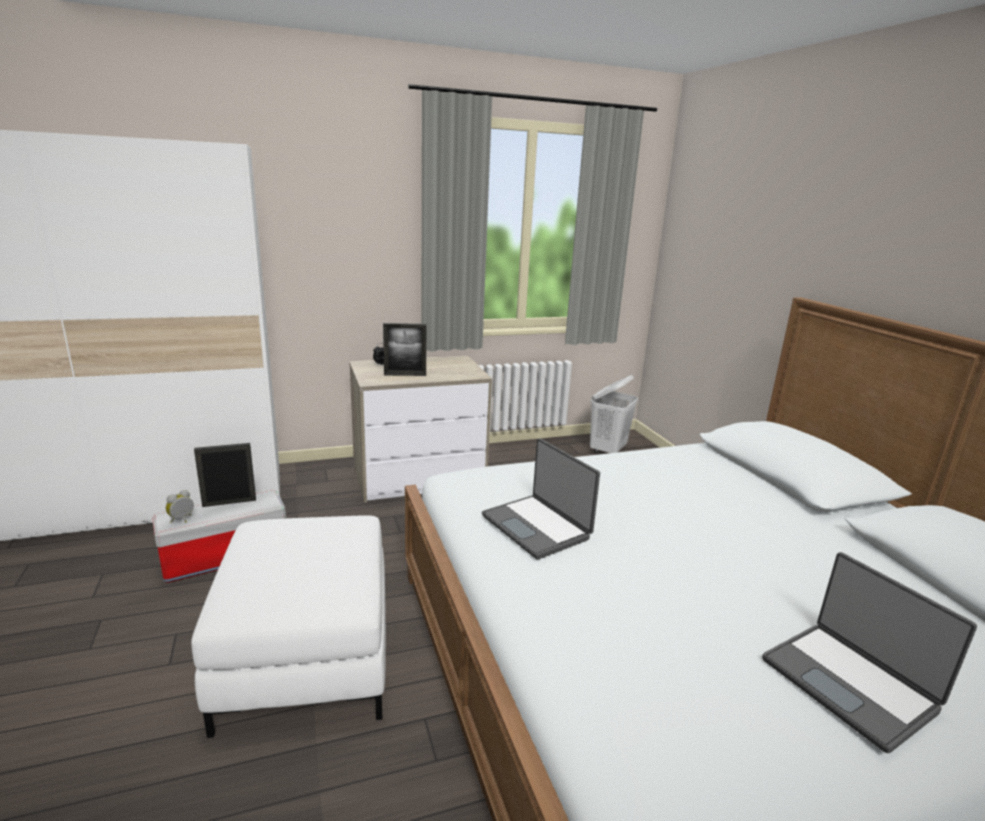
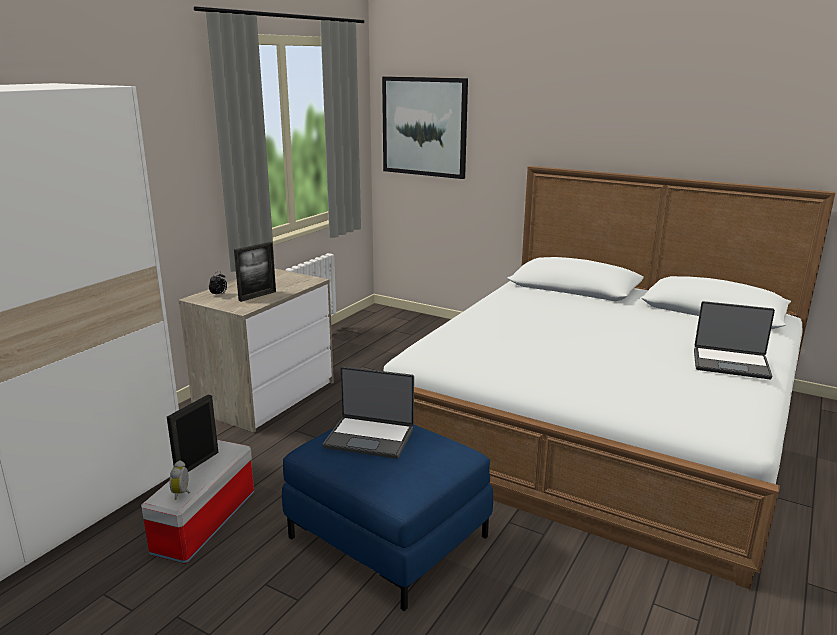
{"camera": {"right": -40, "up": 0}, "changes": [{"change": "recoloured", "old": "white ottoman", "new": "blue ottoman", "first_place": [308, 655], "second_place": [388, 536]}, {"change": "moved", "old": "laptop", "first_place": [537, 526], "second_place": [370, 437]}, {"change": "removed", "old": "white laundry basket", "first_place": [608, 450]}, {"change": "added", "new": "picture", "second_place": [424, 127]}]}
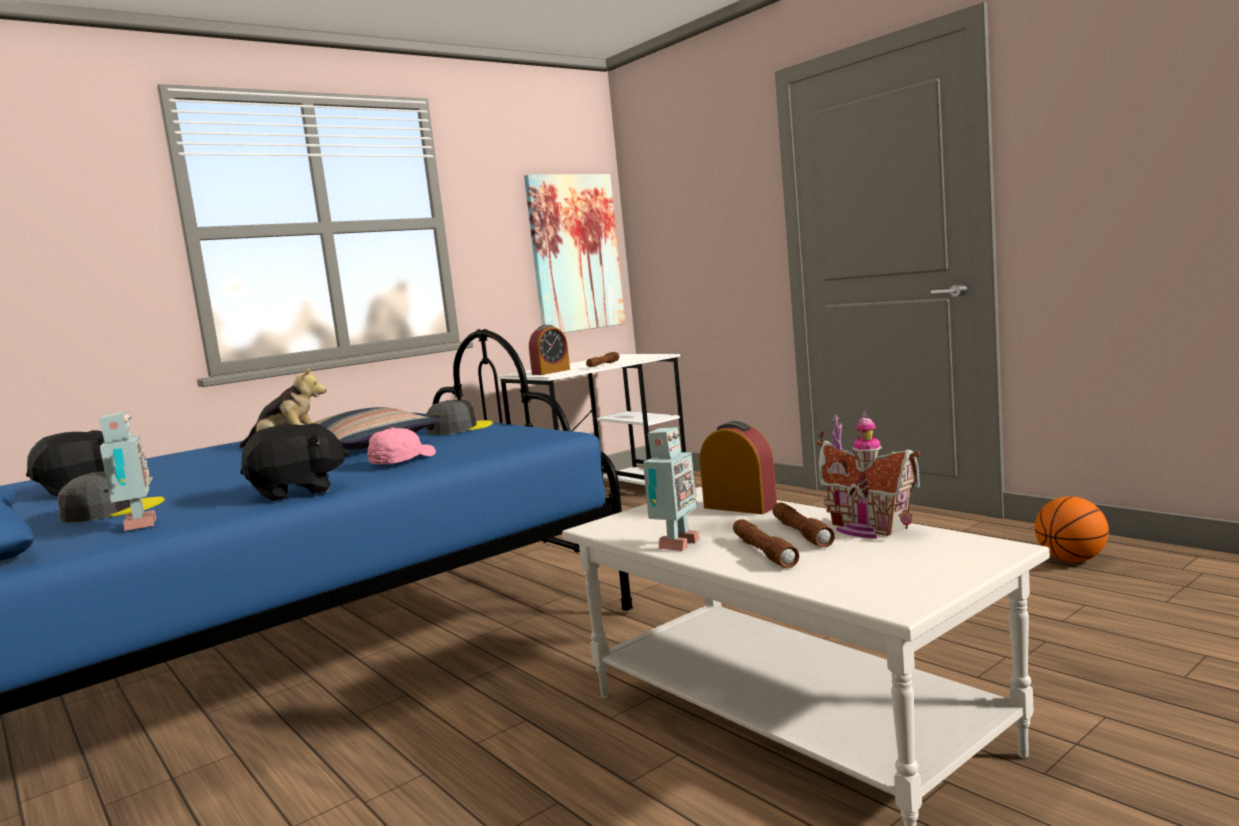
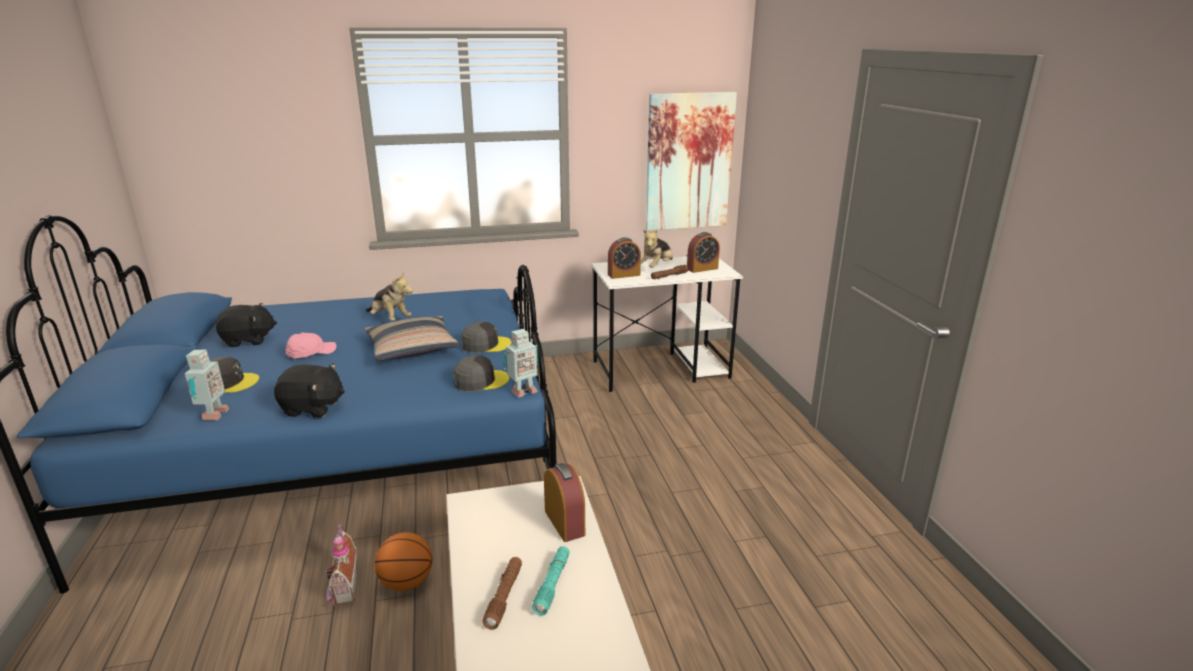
{"camera": {"right": 25, "up": 15}, "changes": [{"change": "moved", "old": "pink cap", "first_place": [401, 461], "second_place": [311, 353]}, {"change": "moved", "old": "toy robot", "first_place": [675, 545], "second_place": [522, 391]}, {"change": "recoloured", "old": "brown flashlight", "new": "turquoise flashlight", "first_place": [801, 533], "second_place": [552, 584]}, {"change": "moved", "old": "toy house", "first_place": [866, 529], "second_place": [342, 589]}, {"change": "moved", "old": "basketball", "first_place": [1071, 560], "second_place": [406, 582]}, {"change": "added", "new": "grey cap", "second_place": [480, 380]}, {"change": "added", "new": "plush toy", "second_place": [656, 267]}, {"change": "added", "new": "alarm clock", "second_place": [702, 269]}]}
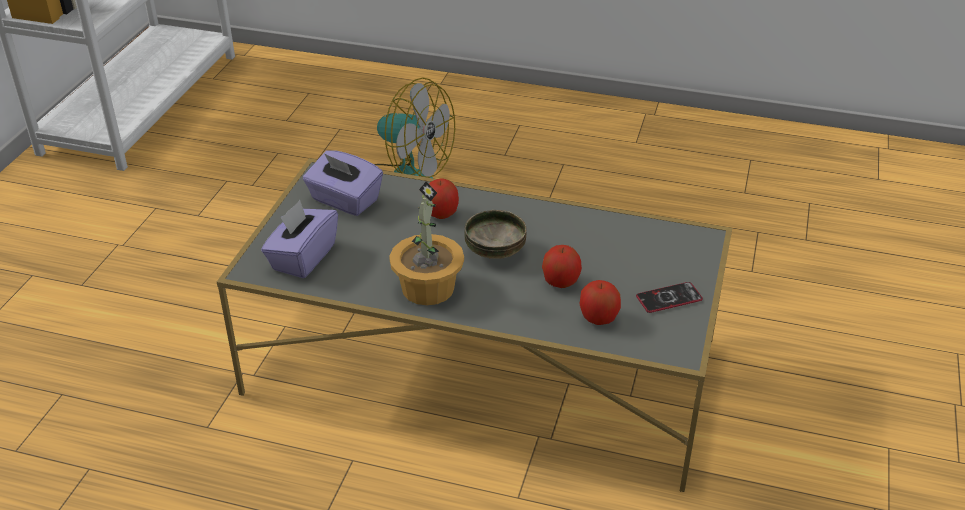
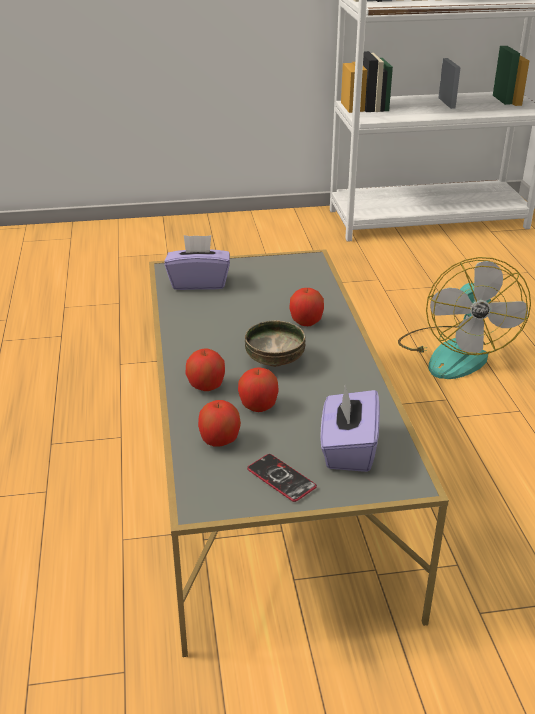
{"camera": {"right": 65, "up": -5}, "changes": [{"change": "moved", "old": "purple tissue box", "first_place": [344, 201], "second_place": [348, 449]}, {"change": "removed", "old": "potted plant", "first_place": [427, 288]}, {"change": "added", "new": "apple", "second_place": [206, 386]}]}
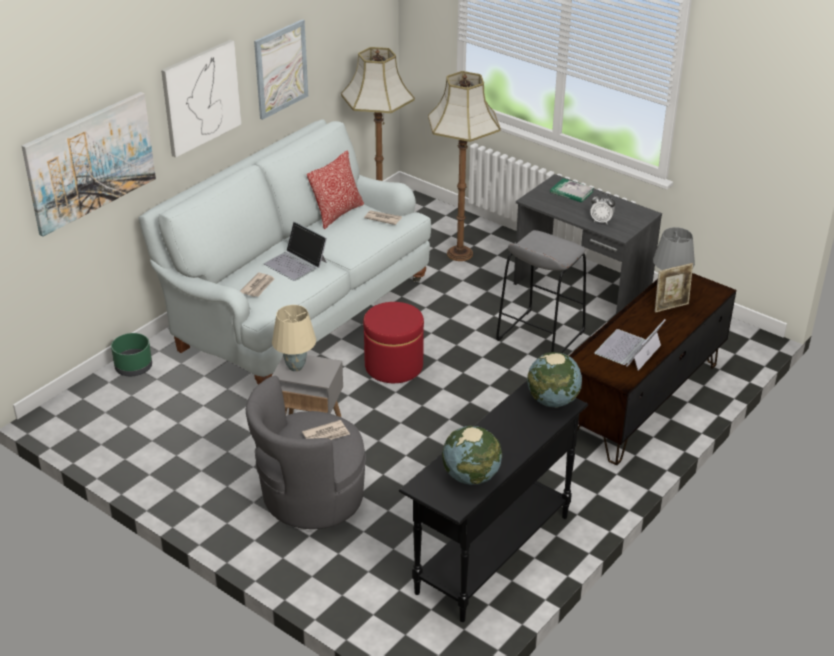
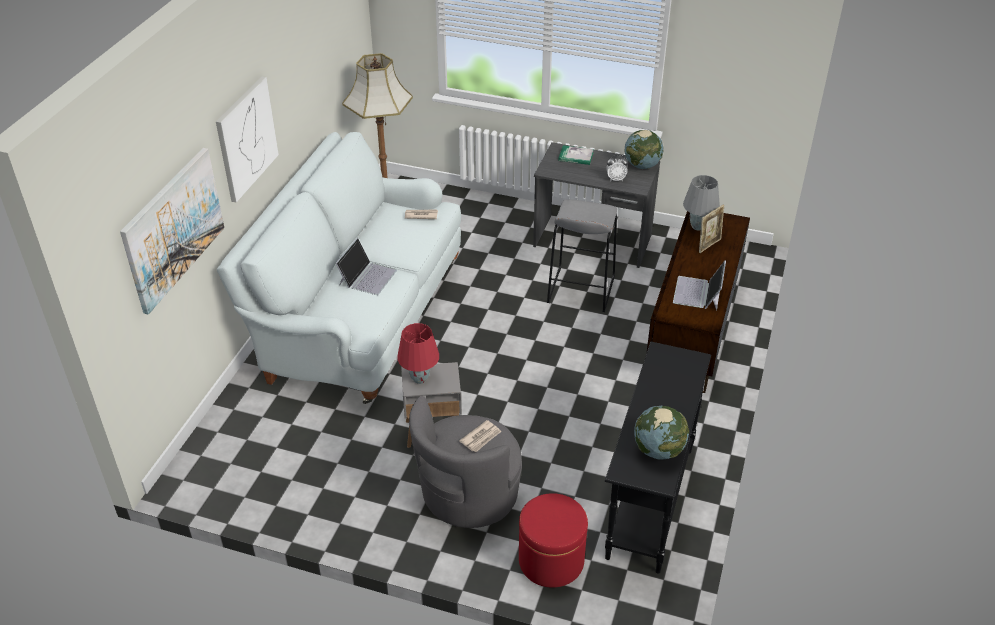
{"camera": {"right": -20, "up": 5}, "changes": [{"change": "removed", "old": "green planter", "first_place": [134, 367]}, {"change": "removed", "old": "newspaper", "first_place": [258, 286]}, {"change": "removed", "old": "picture", "first_place": [281, 69]}, {"change": "turned", "old": "laptop", "first_place": [296, 263], "second_place": [367, 277], "degrees": -90}, {"change": "recoloured", "old": "beige table lamp", "new": "red table lamp", "first_place": [295, 367], "second_place": [419, 379]}, {"change": "removed", "old": "pillow", "first_place": [337, 214]}, {"change": "moved", "old": "red ottoman", "first_place": [394, 366], "second_place": [551, 561]}, {"change": "removed", "old": "floor lamp", "first_place": [460, 254]}, {"change": "moved", "old": "globe", "first_place": [552, 401], "second_place": [642, 165]}]}
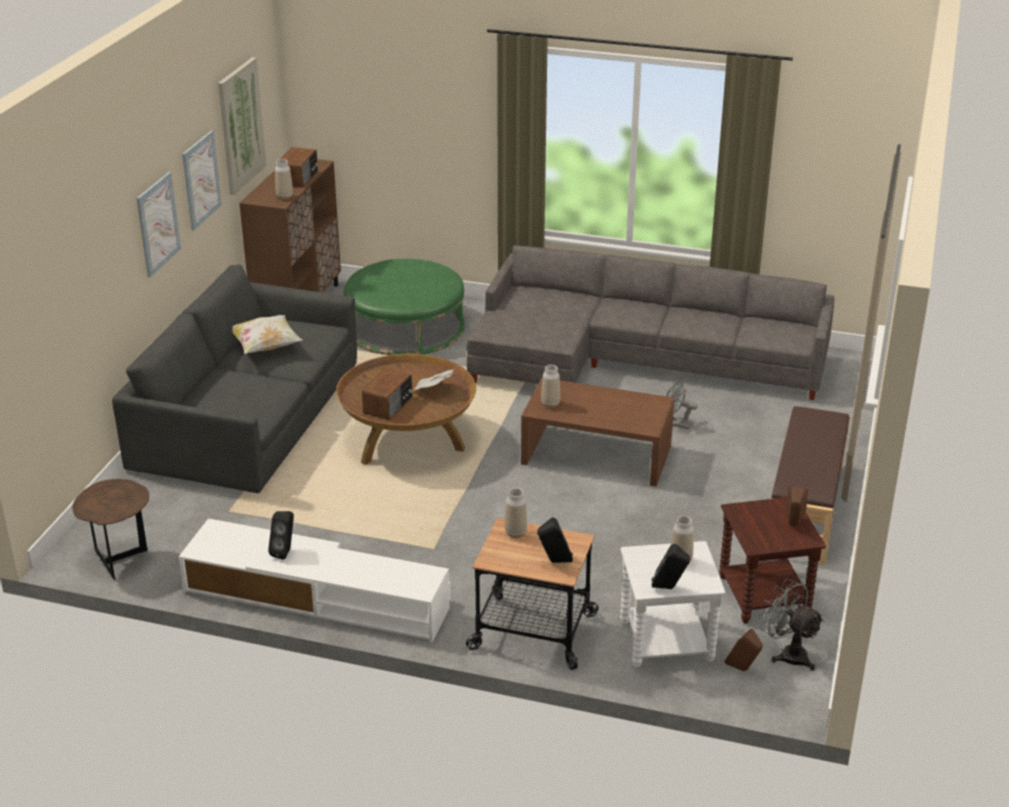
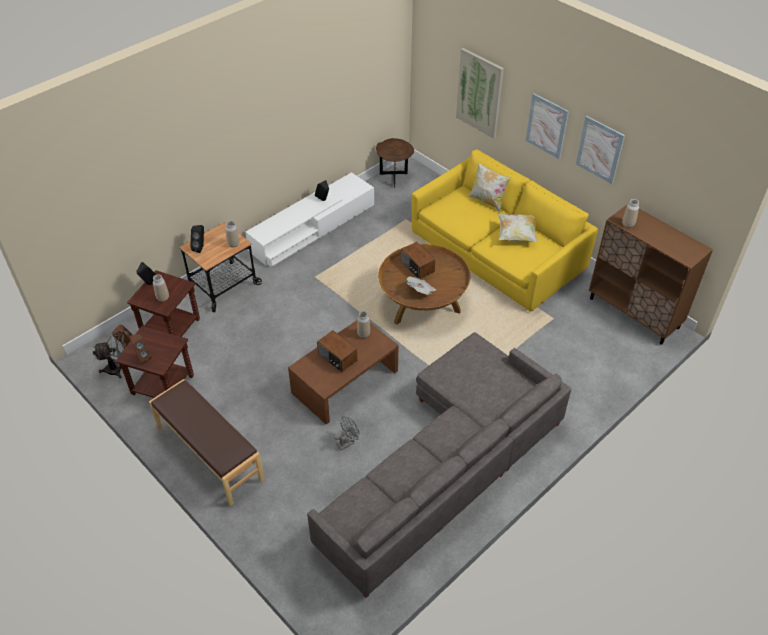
{"camera": {"right": 120, "up": 15}, "changes": [{"change": "recoloured", "old": "grey sofa", "new": "yellow sofa", "first_place": [247, 415], "second_place": [498, 250]}, {"change": "moved", "old": "picture", "first_place": [241, 125], "second_place": [479, 93]}, {"change": "moved", "old": "radio", "first_place": [299, 178], "second_place": [337, 358]}, {"change": "removed", "old": "green ottoman", "first_place": [405, 326]}, {"change": "recoloured", "old": "white side table", "new": "brown side table", "first_place": [666, 641], "second_place": [171, 329]}, {"change": "added", "new": "pillow", "second_place": [487, 201]}]}
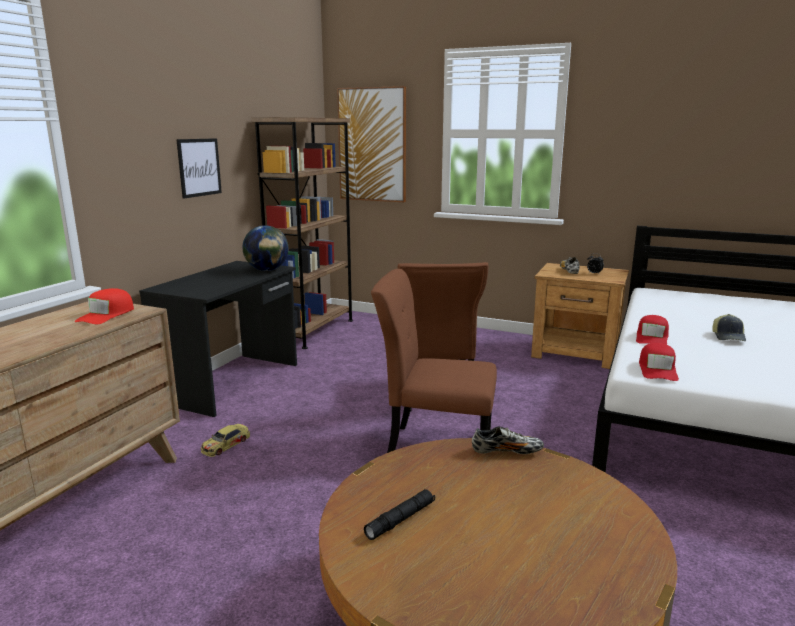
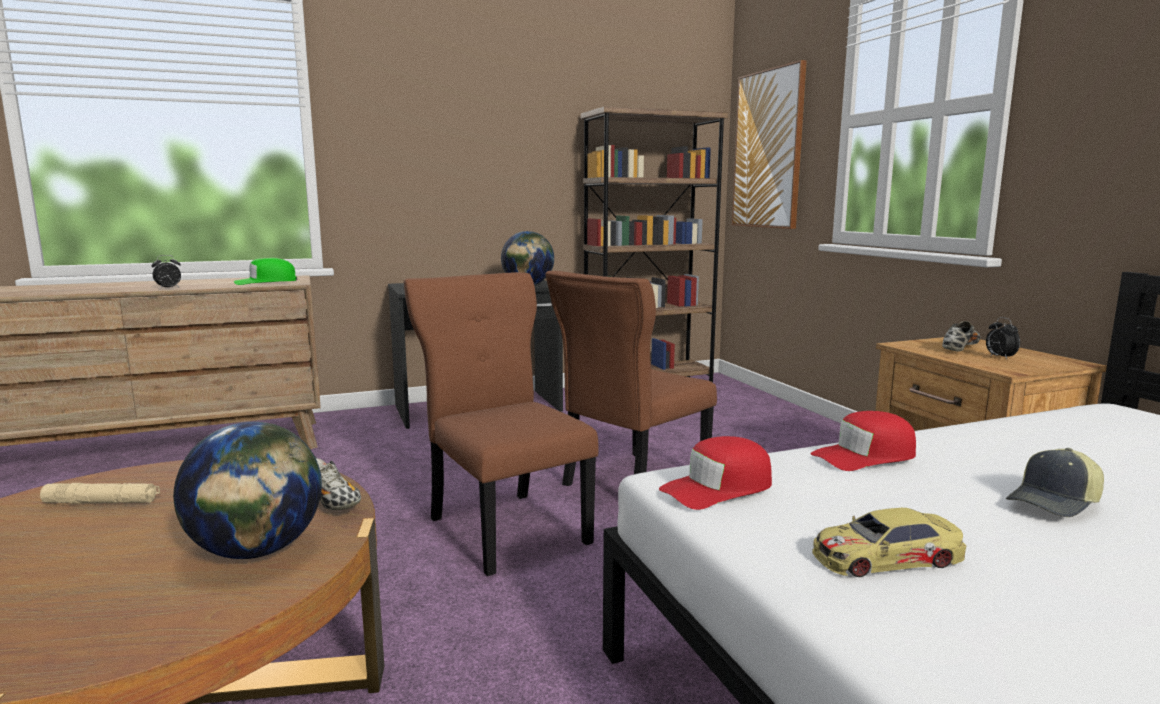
{"camera": {"right": 45, "up": -5}, "changes": [{"change": "recoloured", "old": "red cap", "new": "green cap", "first_place": [107, 315], "second_place": [266, 282]}, {"change": "removed", "old": "picture", "first_place": [199, 167]}, {"change": "moved", "old": "toy car", "first_place": [225, 444], "second_place": [886, 557]}, {"change": "recoloured", "old": "black flashlight", "new": "beige flashlight", "first_place": [400, 519], "second_place": [102, 502]}, {"change": "added", "new": "alarm clock", "second_place": [169, 288]}, {"change": "added", "new": "globe", "second_place": [257, 552]}]}
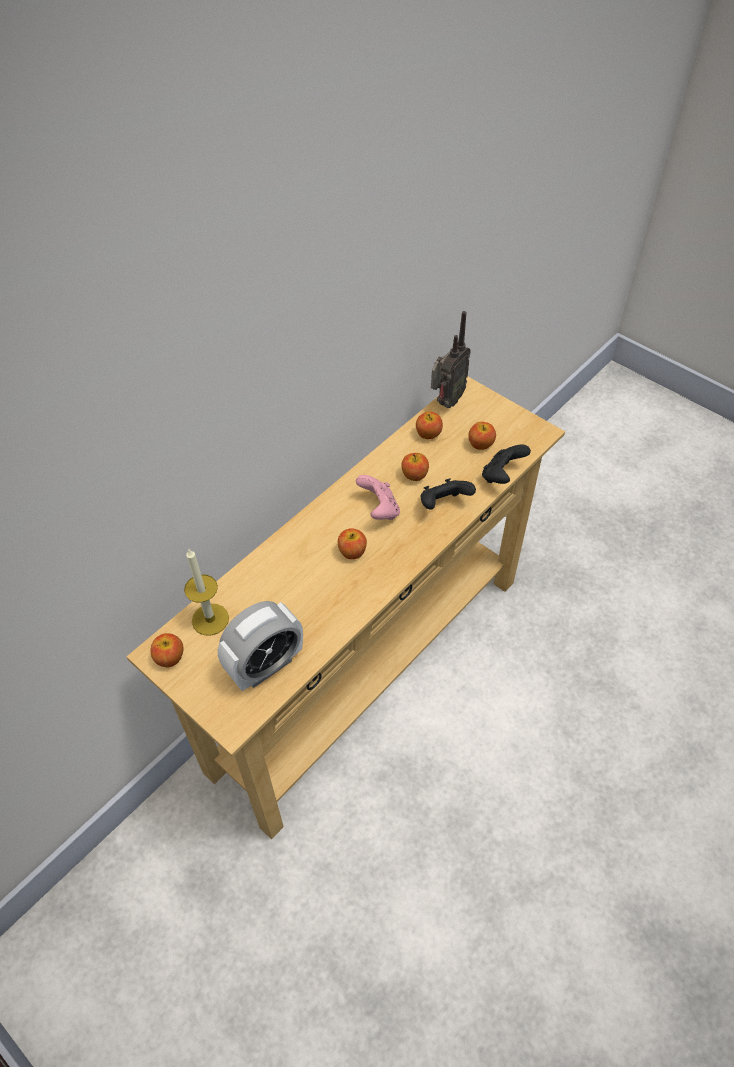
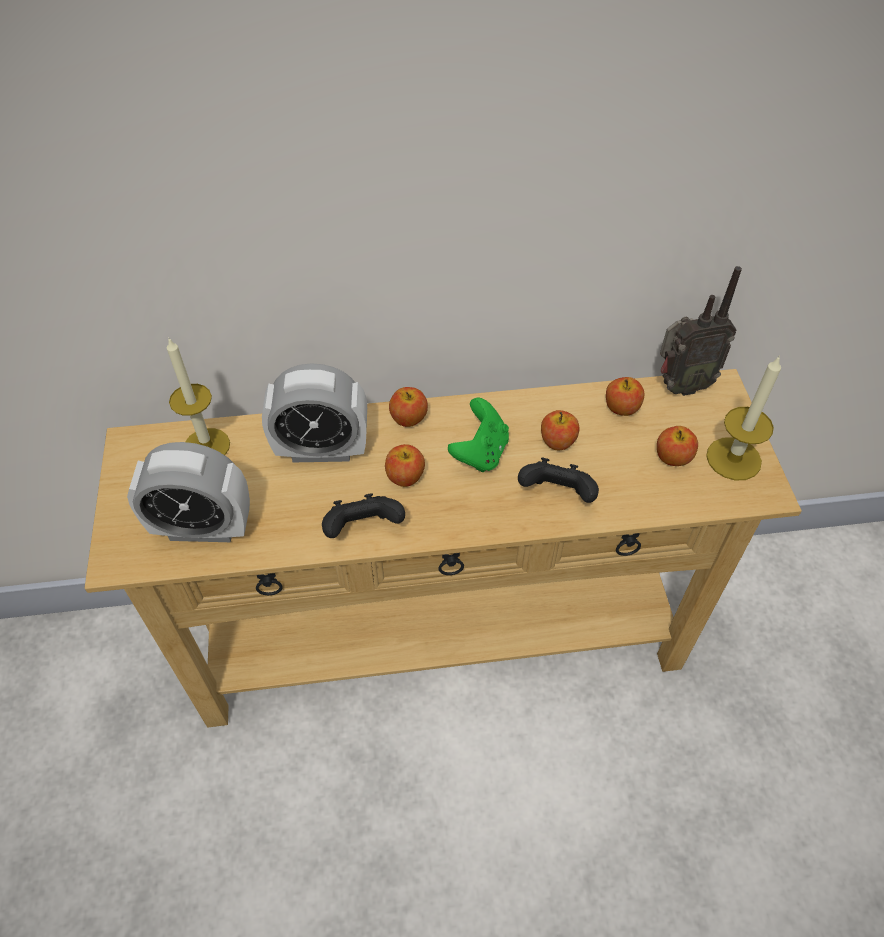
{"camera": {"right": 40, "up": 0}, "changes": [{"change": "moved", "old": "apple", "first_place": [170, 657], "second_place": [409, 418]}, {"change": "recoloured", "old": "pink game controller", "new": "green game controller", "first_place": [379, 509], "second_place": [480, 452]}, {"change": "moved", "old": "black game controller", "first_place": [502, 475], "second_place": [363, 529]}, {"change": "added", "new": "alarm clock", "second_place": [322, 450]}, {"change": "added", "new": "candle", "second_place": [733, 458]}]}
